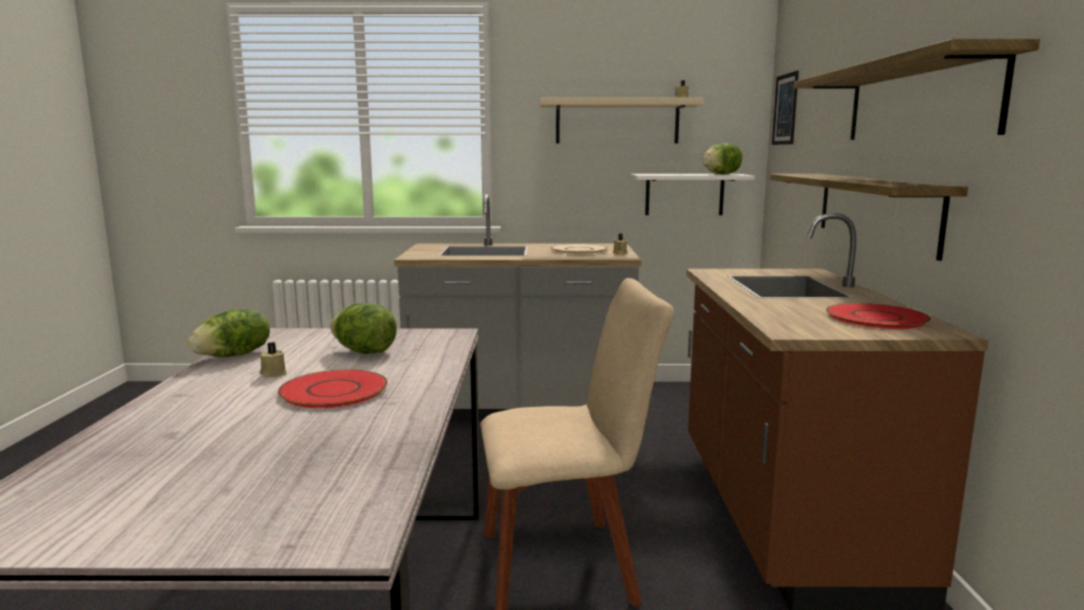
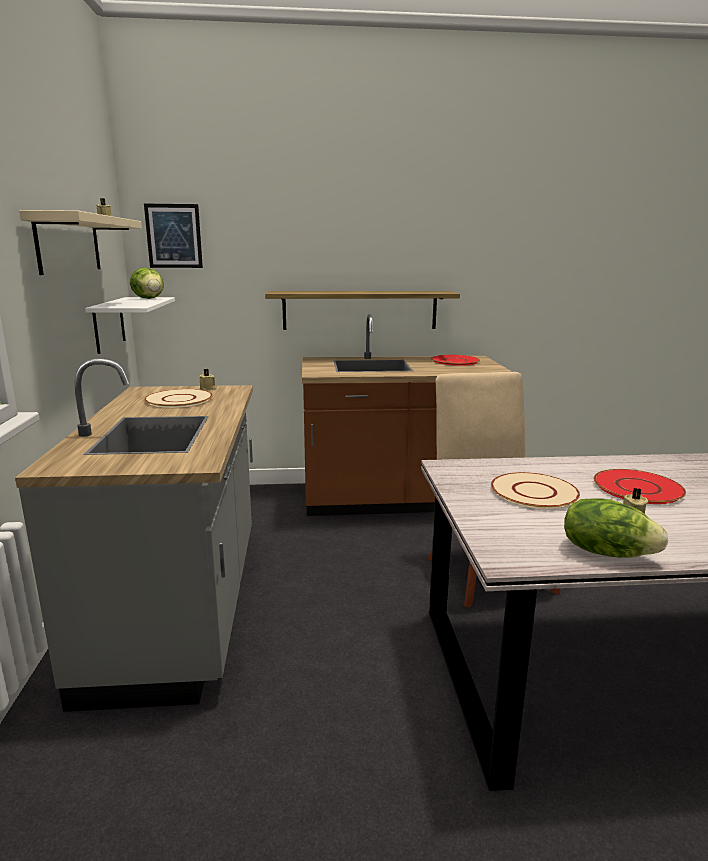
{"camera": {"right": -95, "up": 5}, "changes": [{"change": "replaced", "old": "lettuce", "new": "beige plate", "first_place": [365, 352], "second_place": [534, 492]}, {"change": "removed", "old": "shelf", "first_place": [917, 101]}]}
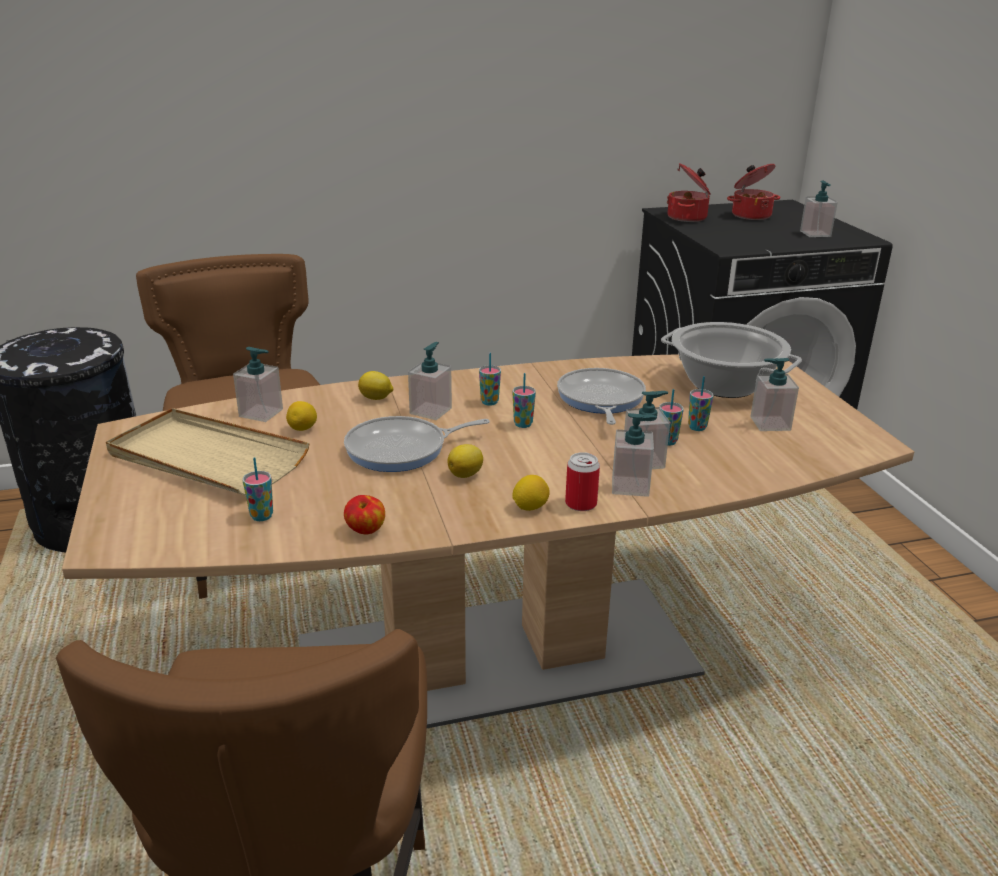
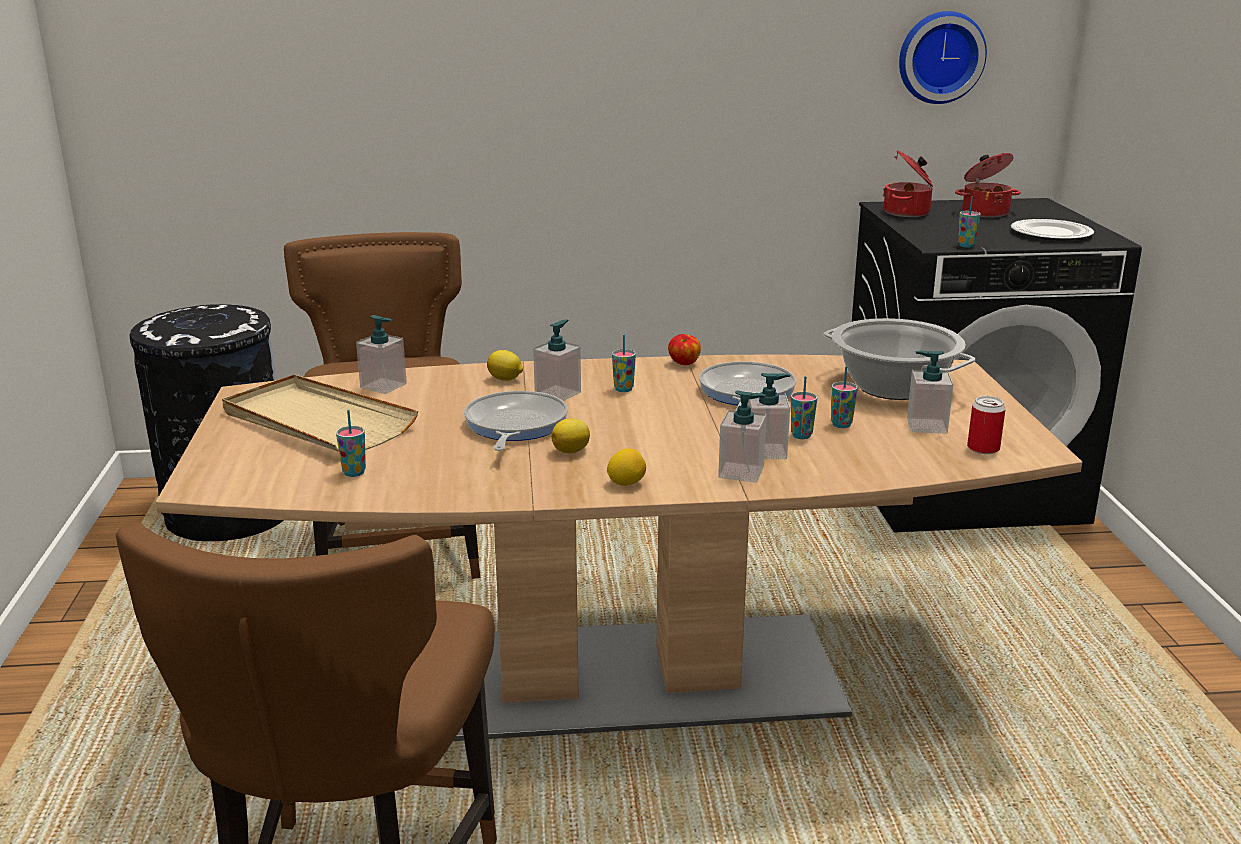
{"camera": {"right": 10, "up": -5}, "changes": [{"change": "removed", "old": "lemon", "first_place": [303, 429]}, {"change": "turned", "old": "frying pan", "first_place": [402, 450], "second_place": [514, 426], "degrees": 105}, {"change": "moved", "old": "apple", "first_place": [365, 531], "second_place": [684, 363]}, {"change": "moved", "old": "cup", "first_place": [523, 424], "second_place": [966, 245]}, {"change": "moved", "old": "can", "first_place": [581, 504], "second_place": [983, 448]}, {"change": "replaced", "old": "soap dispenser", "new": "plate", "first_place": [815, 234], "second_place": [1051, 233]}, {"change": "added", "new": "wall clock", "second_place": [939, 57]}]}
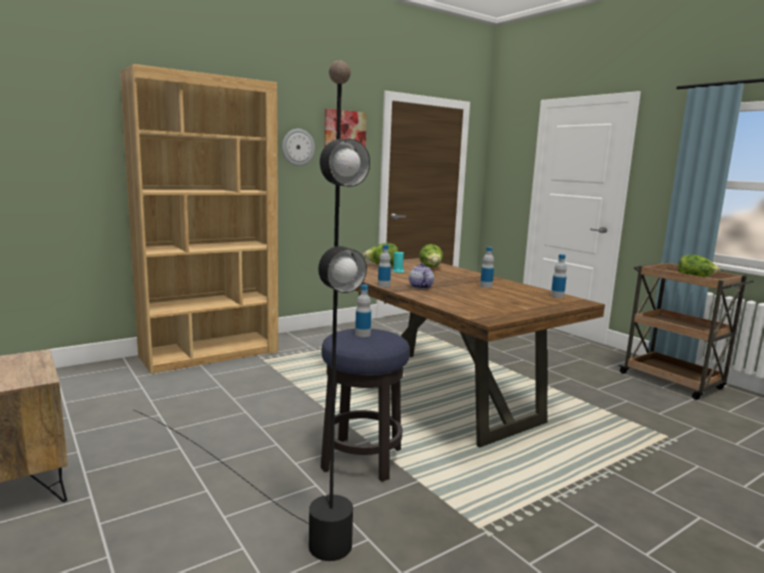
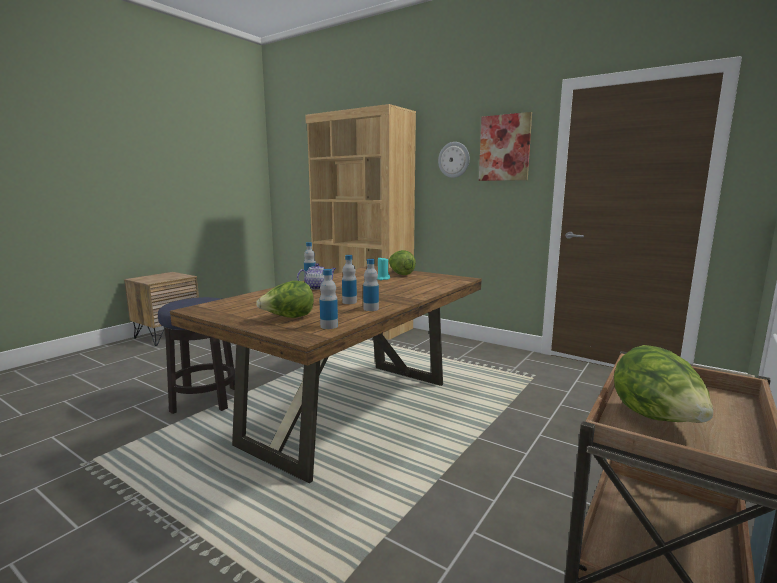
{"camera": {"right": 70, "up": 0}, "changes": [{"change": "removed", "old": "black floor lamp", "first_place": [260, 494]}, {"change": "moved", "old": "bottle", "first_place": [362, 334], "second_place": [371, 309]}, {"change": "moved", "old": "lettuce", "first_place": [431, 268], "second_place": [288, 318]}]}
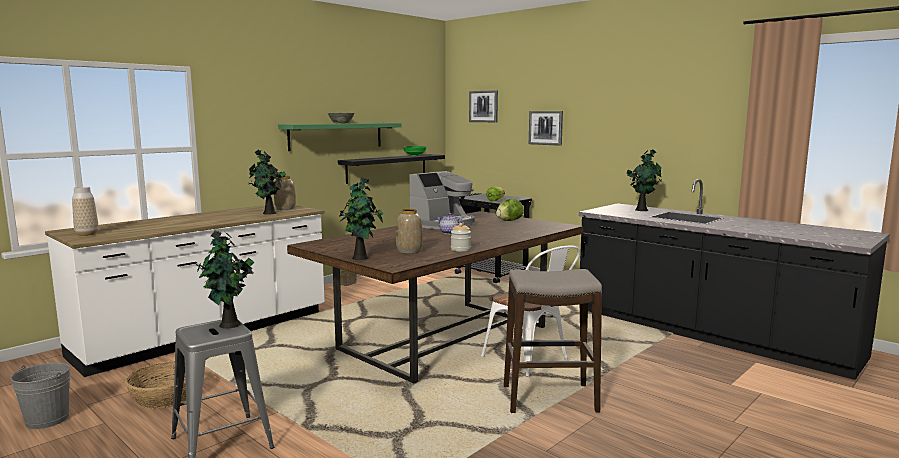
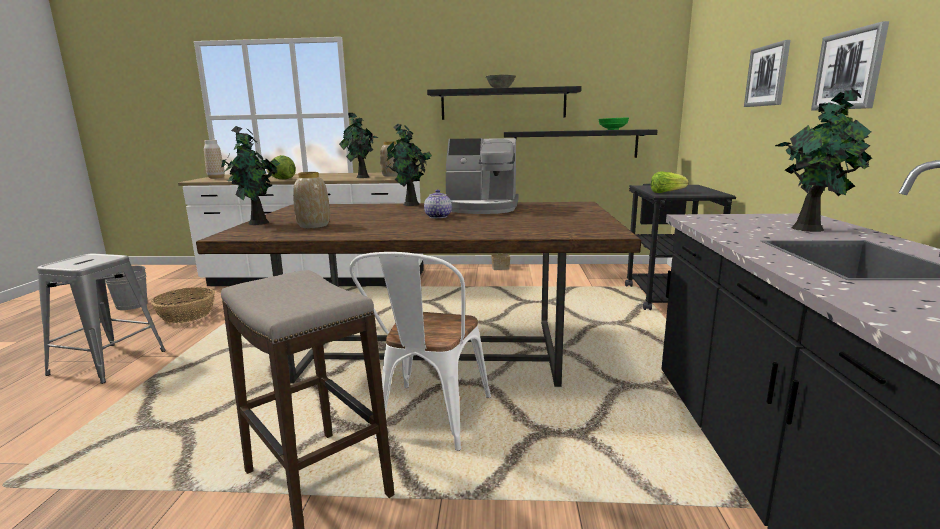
{"camera": {"right": 50, "up": 5}, "changes": [{"change": "moved", "old": "potted plant", "first_place": [230, 325], "second_place": [410, 205]}, {"change": "recoloured", "old": "green shelf", "new": "black shelf", "first_place": [336, 136], "second_place": [503, 104]}, {"change": "removed", "old": "jar", "first_place": [460, 249]}, {"change": "moved", "old": "picture", "first_place": [483, 106], "second_place": [849, 70]}, {"change": "moved", "old": "lettuce", "first_place": [509, 221], "second_place": [282, 179]}]}
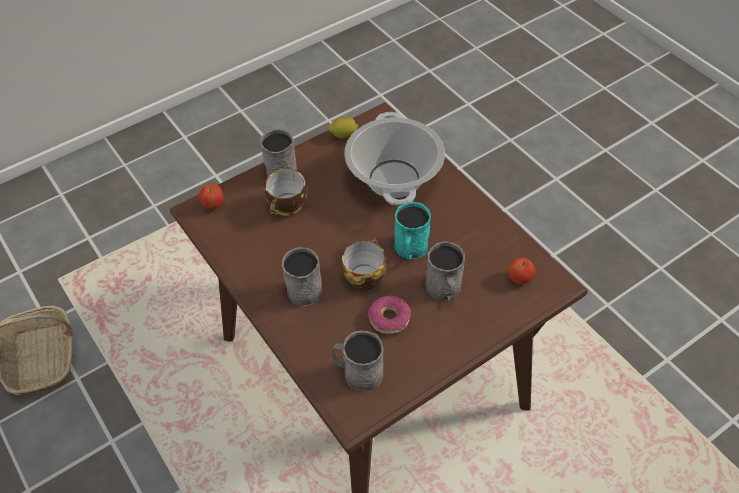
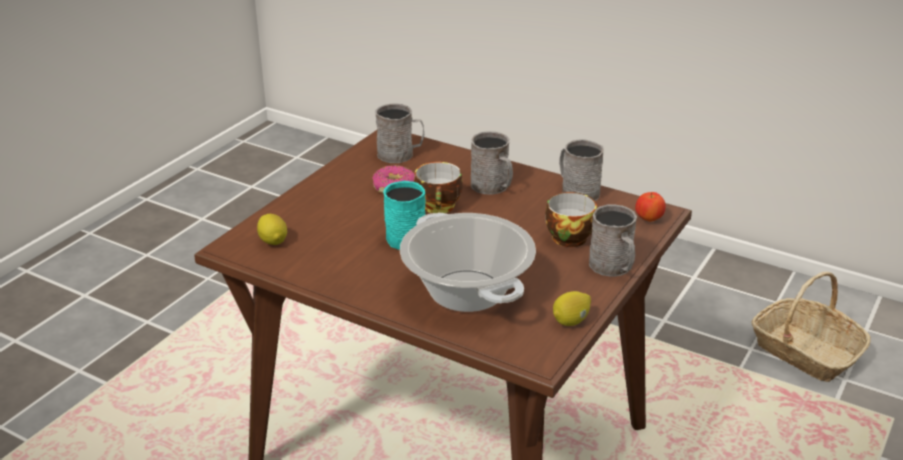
{"camera": {"right": 155, "up": -20}, "changes": [{"change": "moved", "old": "grey mug", "first_place": [444, 290], "second_place": [576, 191]}, {"change": "replaced", "old": "apple", "new": "lemon", "first_place": [519, 278], "second_place": [273, 241]}]}
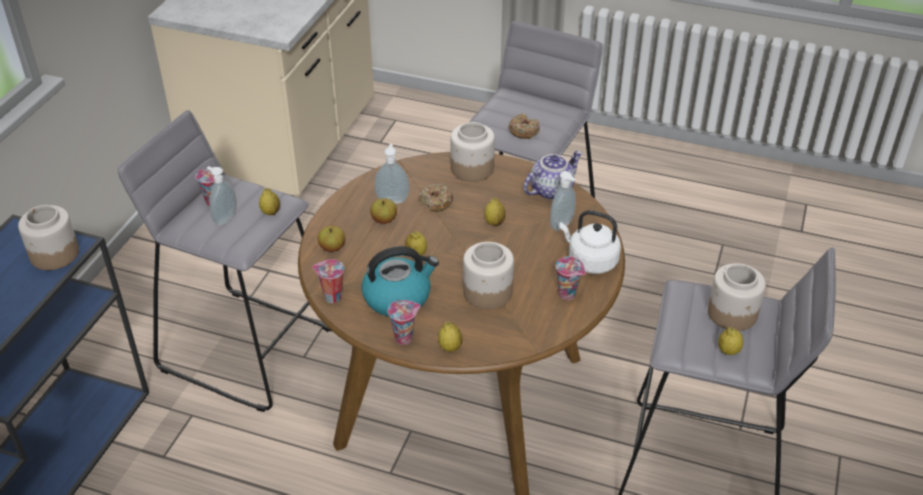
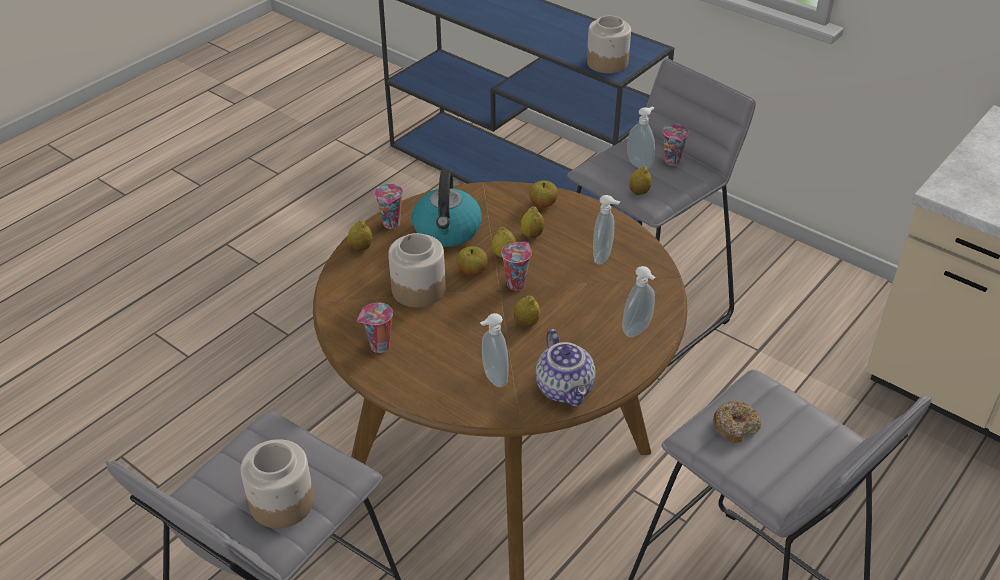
{"camera": {"right": 110, "up": 0}, "changes": [{"change": "moved", "old": "cup", "first_place": [331, 297], "second_place": [516, 283]}, {"change": "moved", "old": "apple", "first_place": [384, 220], "second_place": [472, 271]}, {"change": "removed", "old": "donut", "first_place": [436, 202]}, {"change": "replaced", "old": "jar", "new": "soap dispenser", "first_place": [471, 169], "second_place": [638, 331]}, {"change": "removed", "old": "white kettle", "first_place": [590, 261]}, {"change": "moved", "old": "lemon", "first_place": [728, 351], "second_place": [532, 235]}]}
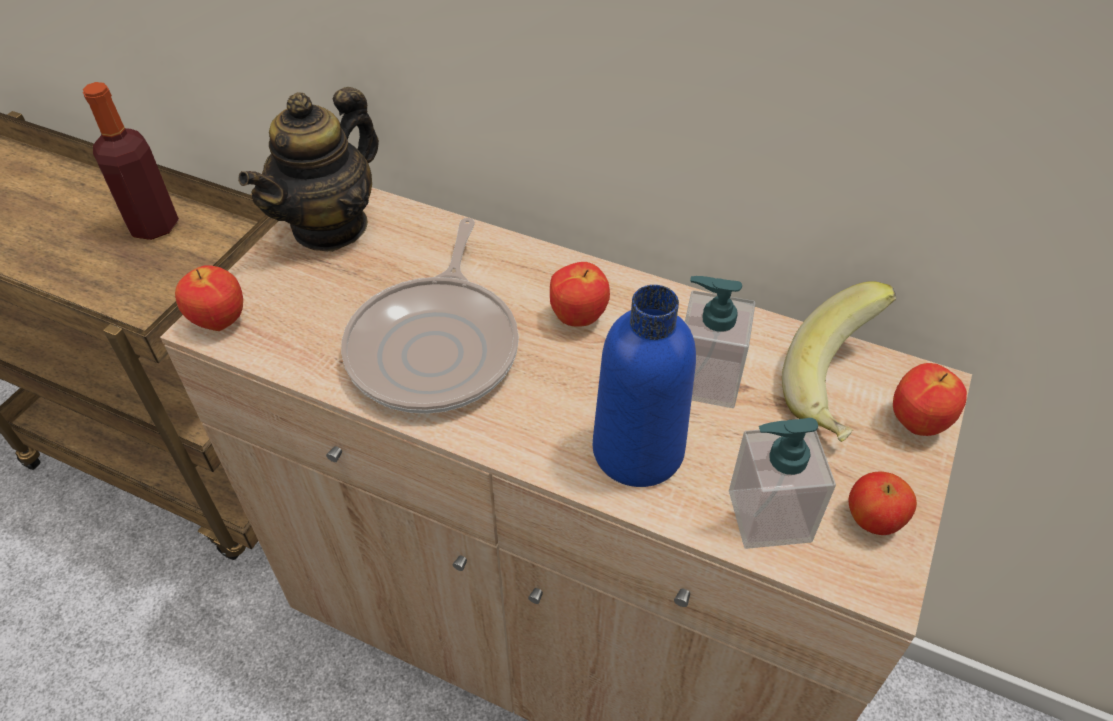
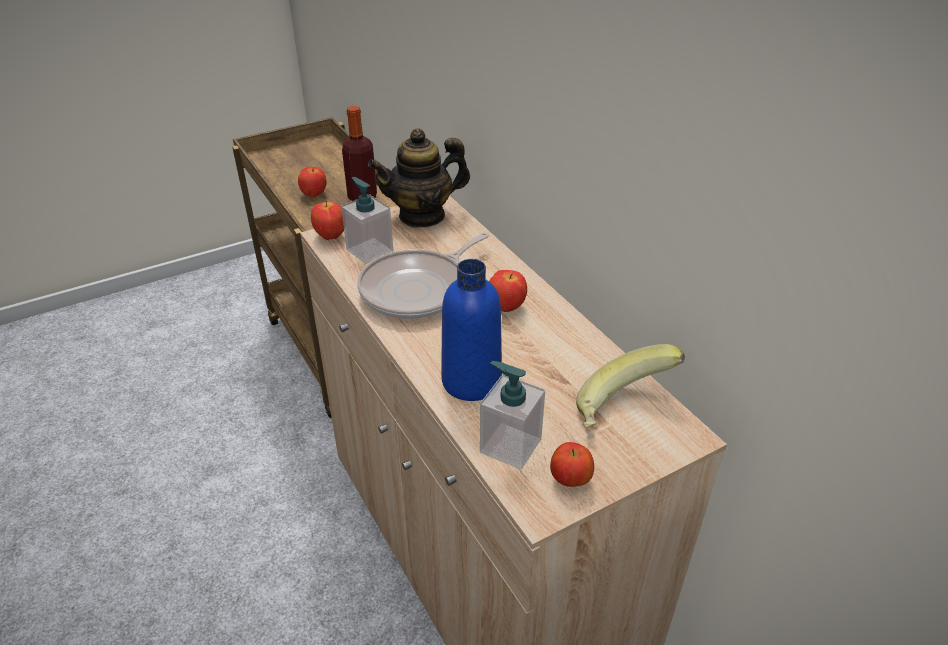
{"camera": {"right": 35, "up": -10}, "changes": [{"change": "moved", "old": "soap dispenser", "first_place": [706, 380], "second_place": [369, 250]}, {"change": "moved", "old": "apple", "first_place": [916, 422], "second_place": [314, 195]}]}
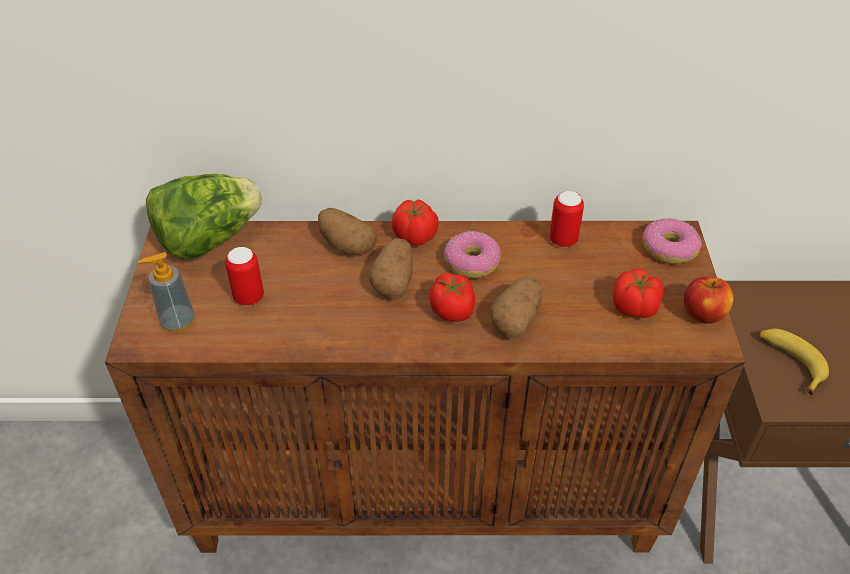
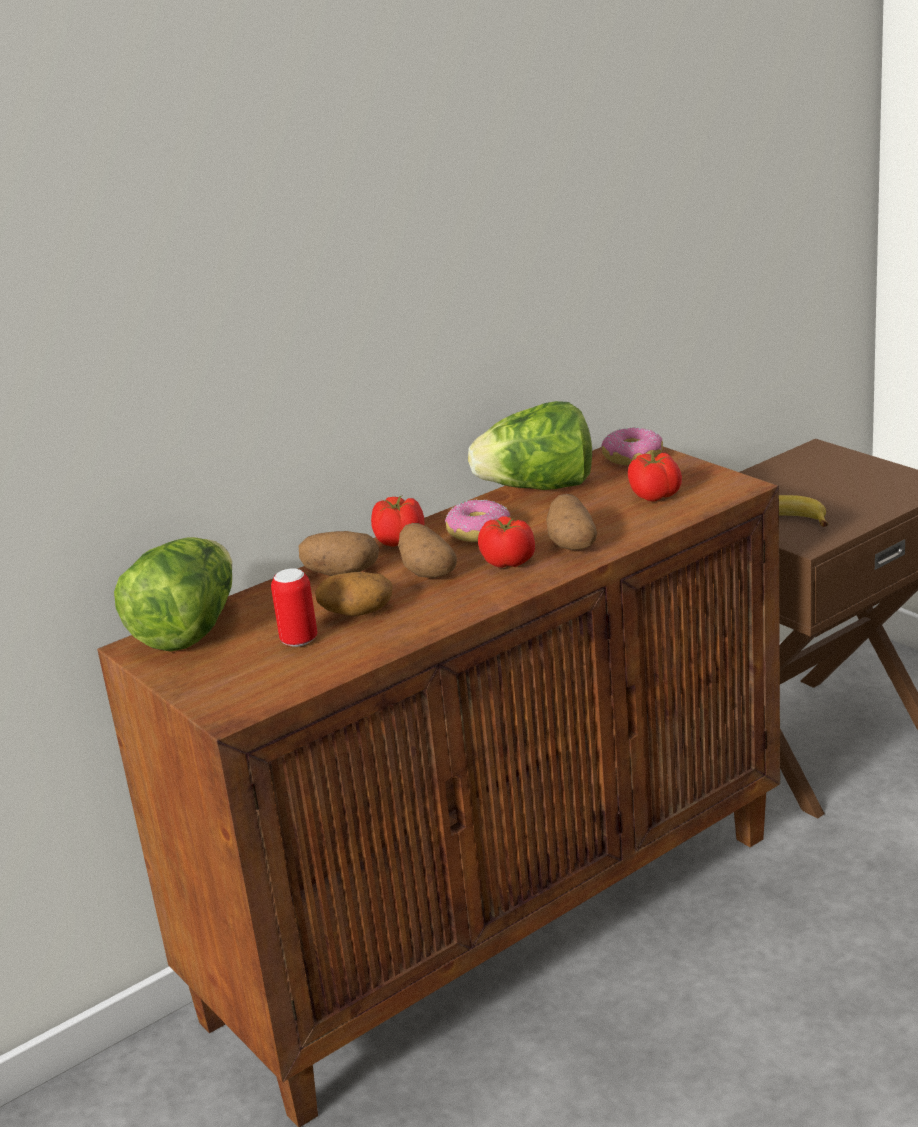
{"camera": {"right": -35, "up": -20}, "changes": [{"change": "removed", "old": "soap dispenser", "first_place": [178, 322]}, {"change": "replaced", "old": "can", "new": "lettuce", "first_place": [563, 240], "second_place": [538, 488]}, {"change": "removed", "old": "apple", "first_place": [702, 314]}, {"change": "added", "new": "potato", "second_place": [356, 612]}]}
